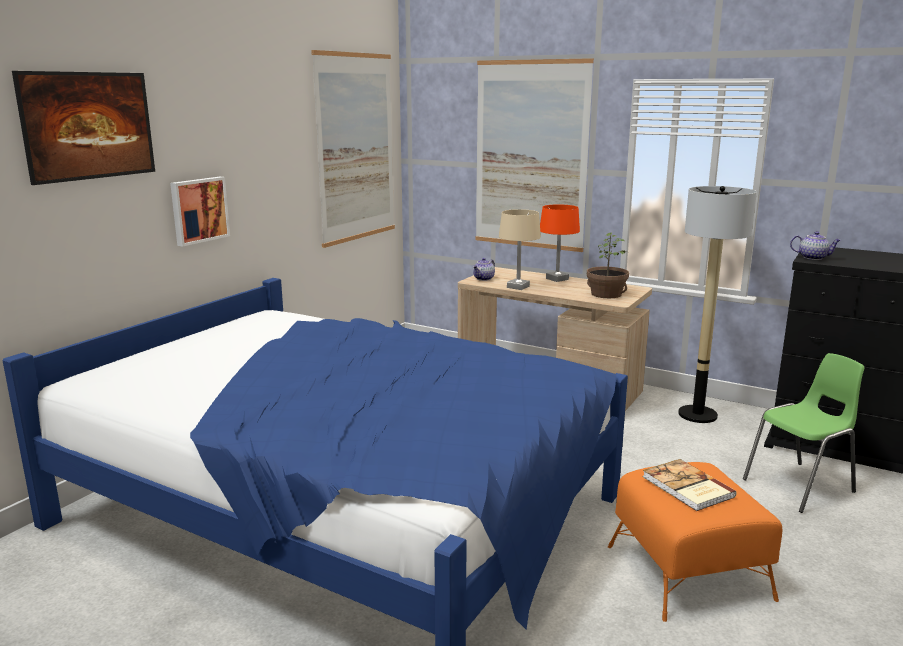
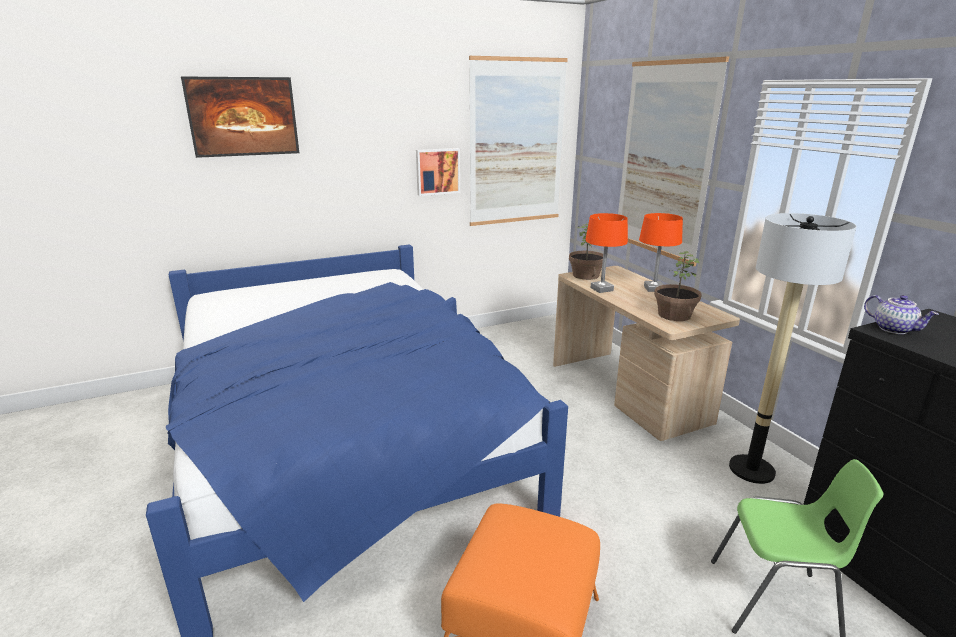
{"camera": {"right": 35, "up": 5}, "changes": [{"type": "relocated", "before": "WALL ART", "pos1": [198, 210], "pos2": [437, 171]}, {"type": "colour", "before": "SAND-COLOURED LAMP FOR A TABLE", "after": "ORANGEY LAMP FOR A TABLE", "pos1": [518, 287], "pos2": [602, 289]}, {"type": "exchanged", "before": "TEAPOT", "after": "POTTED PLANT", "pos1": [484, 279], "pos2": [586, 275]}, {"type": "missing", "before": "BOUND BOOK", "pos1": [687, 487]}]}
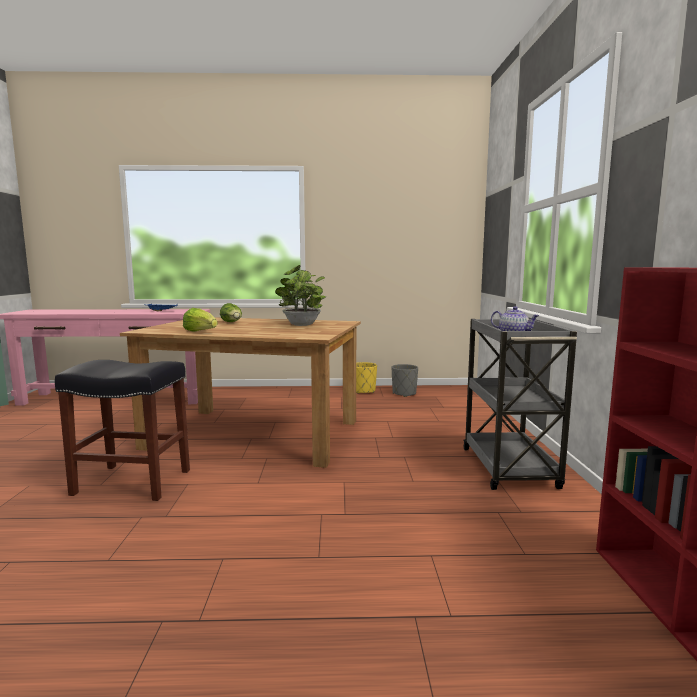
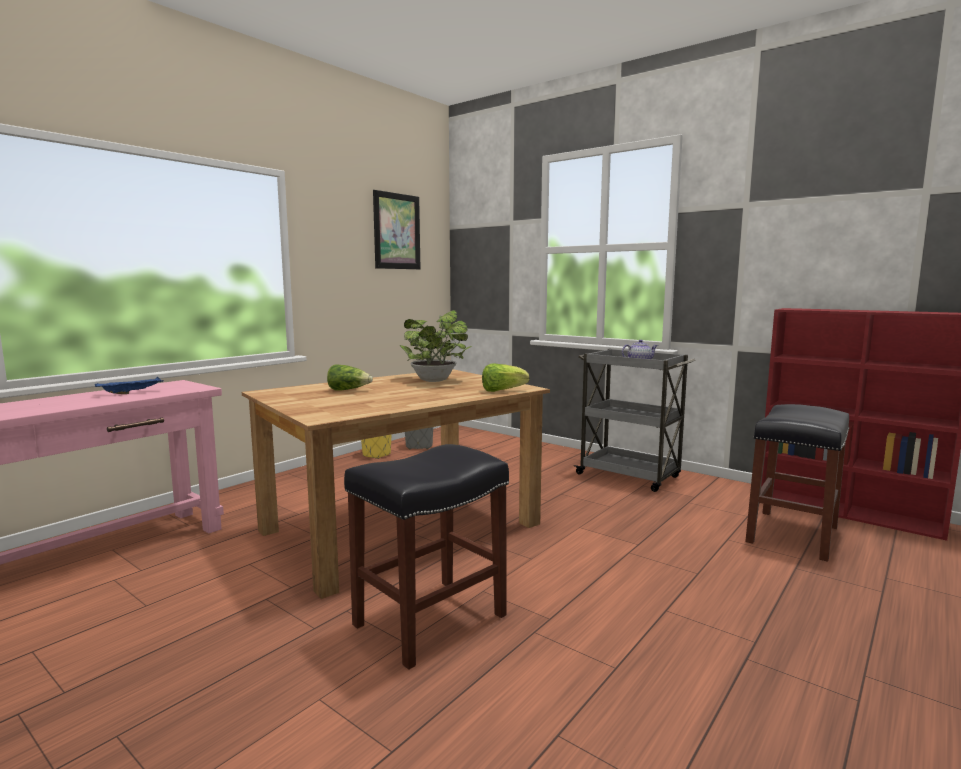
{"camera": {"right": -50, "up": 0}, "changes": [{"type": "relocated", "before": "LETTUCE HEAD", "pos1": [200, 332], "pos2": [502, 391]}, {"type": "appeared", "after": "WALL ART", "pos2": [397, 231]}, {"type": "appeared", "after": "BLACK-COLOURED STOOL SEAT", "pos2": [793, 535]}]}
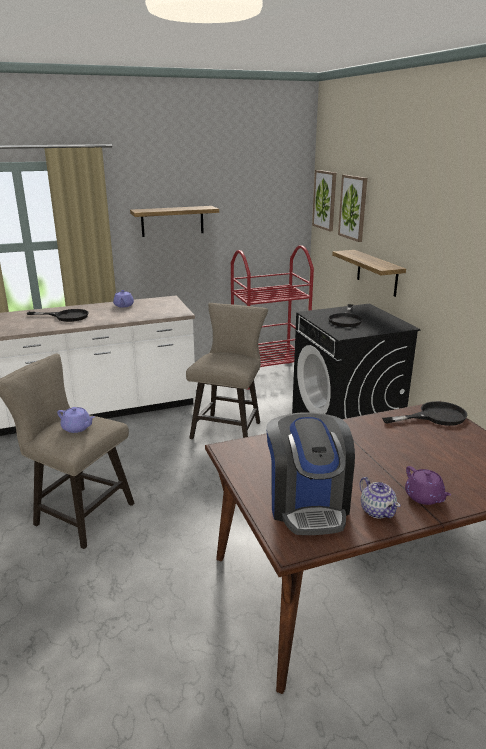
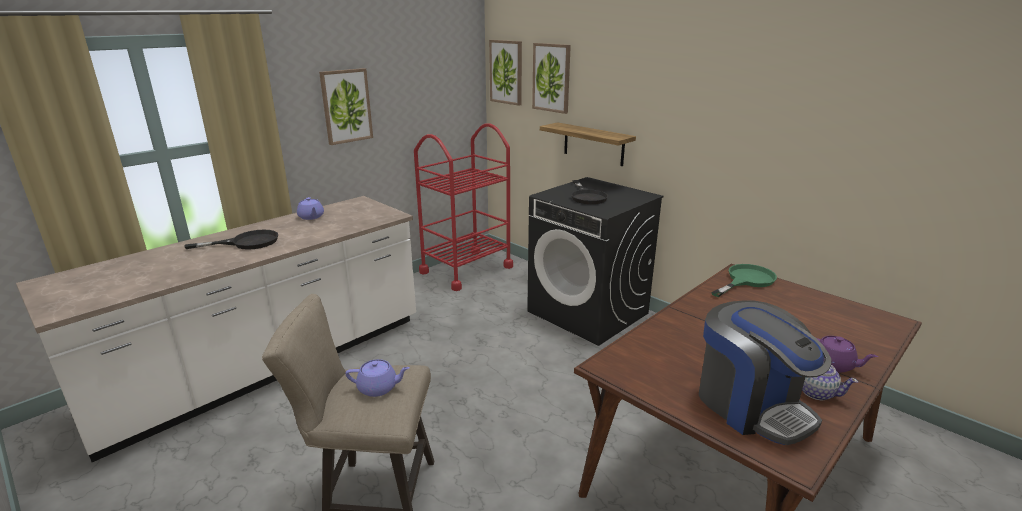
{"camera": {"right": -25, "up": 0}, "changes": [{"type": "exchanged", "before": "SHELF", "after": "WALL ART", "pos1": [172, 221], "pos2": [346, 106]}, {"type": "missing", "before": "SAND-COLOURED STOOL SEAT", "pos1": [229, 428]}, {"type": "colour", "before": "BLACK-COLOURED SKILLET", "after": "GREEN SKILLET", "pos1": [434, 416], "pos2": [746, 280]}]}
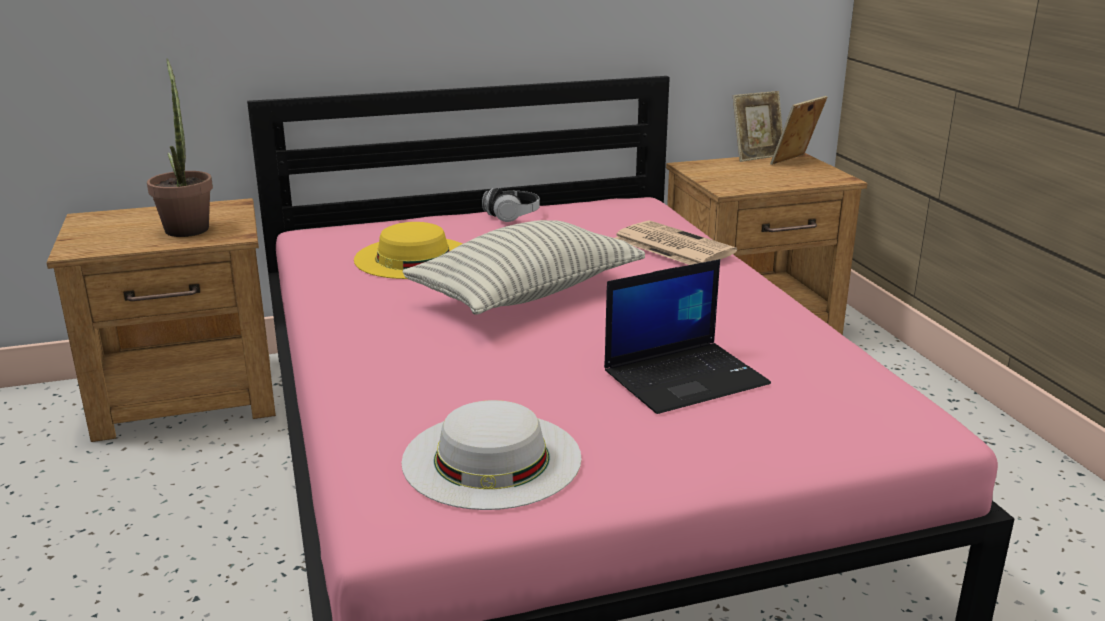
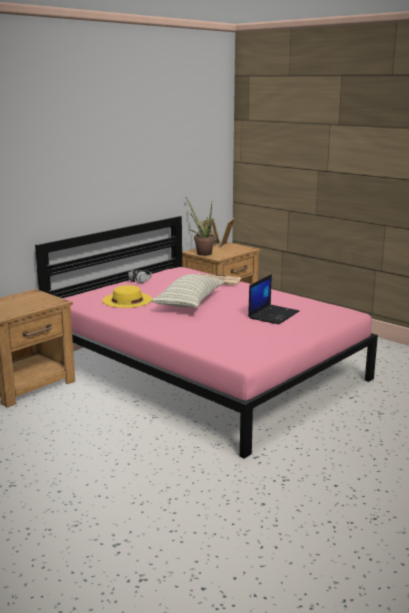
{"camera": {"right": -30, "up": -5}, "changes": [{"type": "relocated", "before": "POTTED PLANT", "pos1": [187, 226], "pos2": [201, 253]}, {"type": "missing", "before": "WHITISH CLOTHING HAT", "pos1": [492, 459]}]}
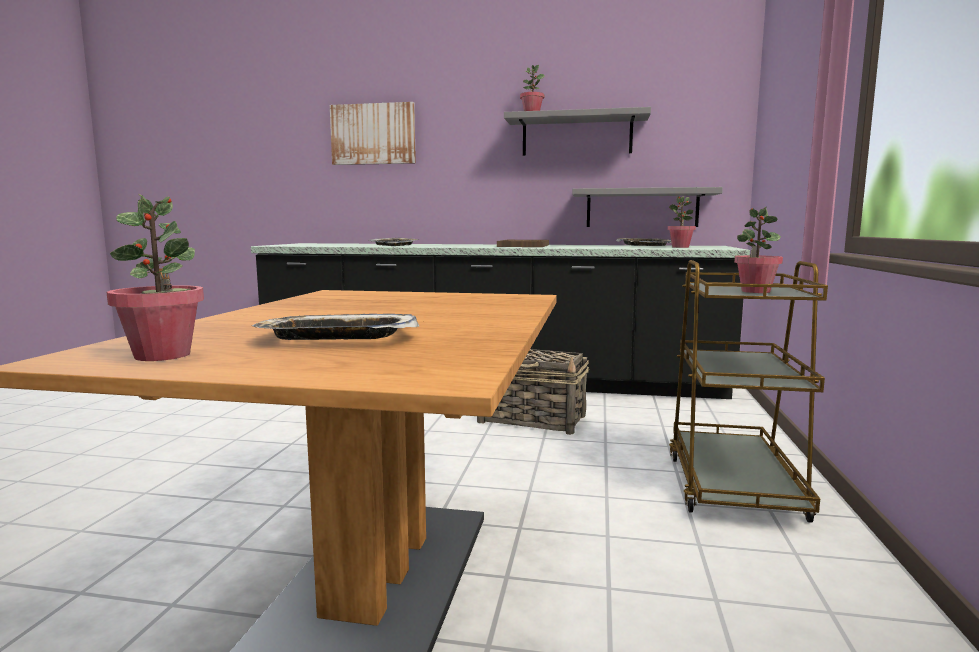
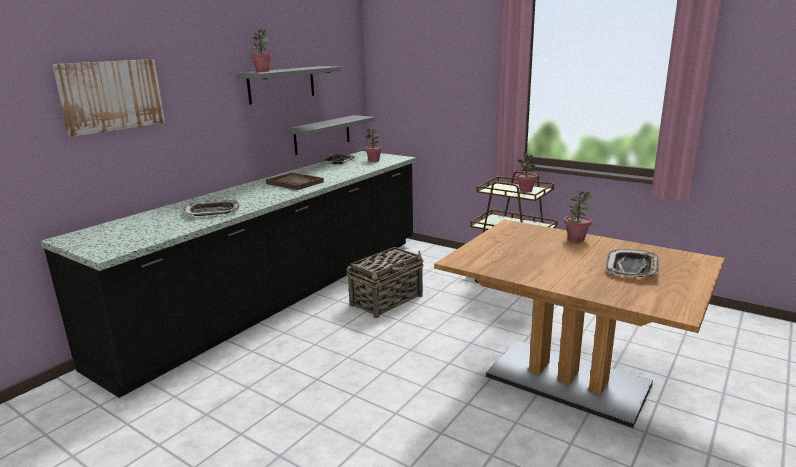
{"camera": {"right": -65, "up": 10}, "changes": [{"type": "relocated", "before": "POTTED PLANT", "pos1": [163, 355], "pos2": [575, 239]}]}
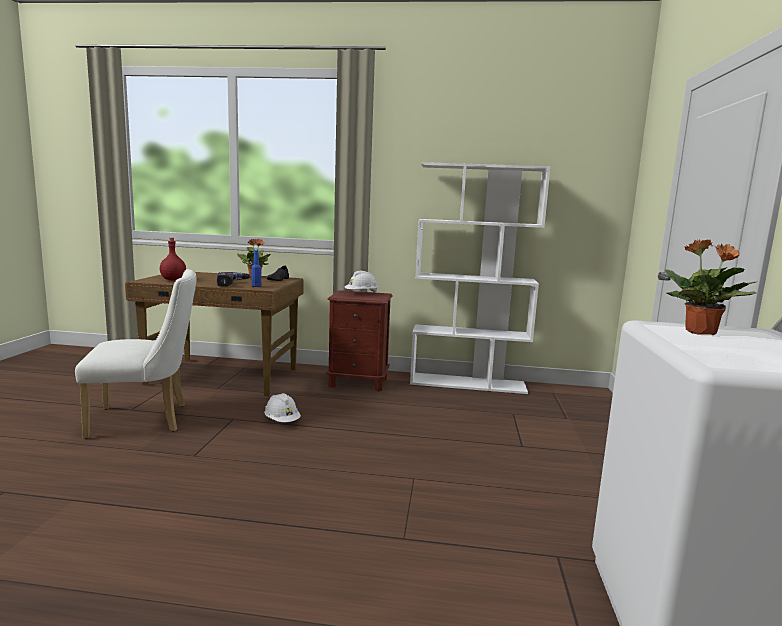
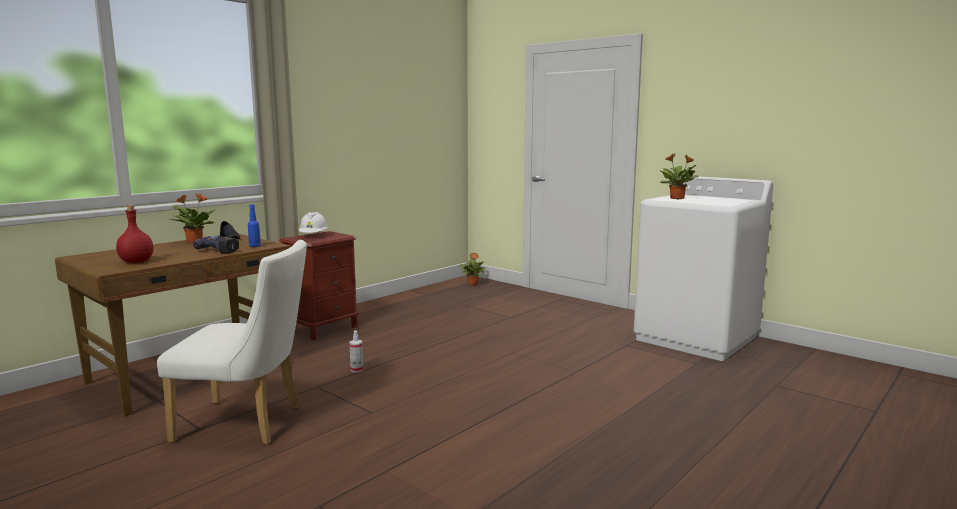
{"camera": {"right": -55, "up": 0}, "changes": [{"type": "missing", "before": "WHITISH BOOKSHELF", "pos1": [468, 383]}, {"type": "spun", "before": "WHITISH CHAIR", "pos1": [147, 420], "pos2": [248, 423], "turn": 75}, {"type": "exchanged", "before": "WHITISH HARD HAT", "after": "SPRAY BOTTLE", "pos1": [282, 421], "pos2": [357, 370]}, {"type": "appeared", "after": "POTTED PLANT", "pos2": [473, 284]}]}
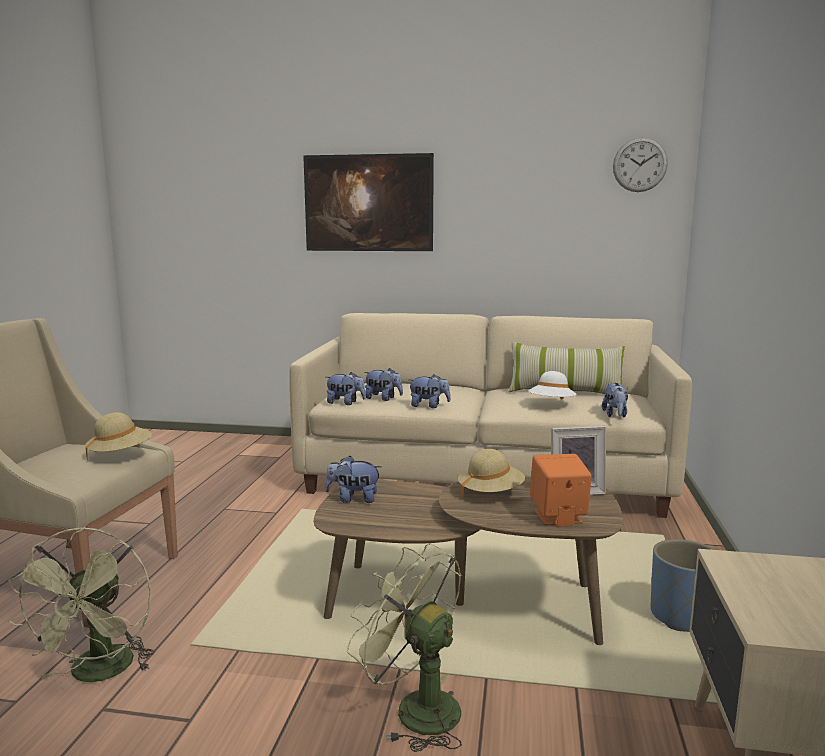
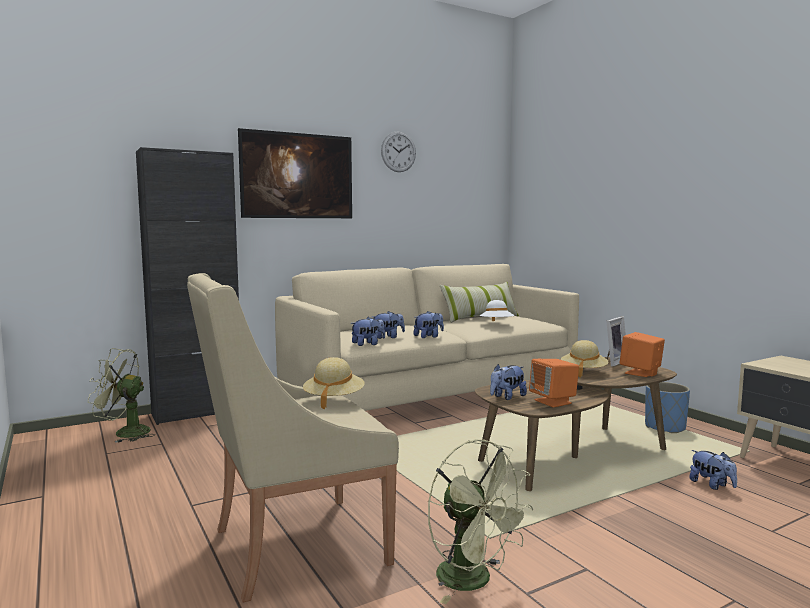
{"camera": {"right": -40, "up": -5}, "changes": [{"type": "relocated", "before": "CLOCK ON THE WALL", "pos1": [640, 164], "pos2": [398, 152]}, {"type": "relocated", "before": "CUDDLY TOY", "pos1": [615, 415], "pos2": [712, 485]}, {"type": "relocated", "before": "GREEN ELECTRIC FAN", "pos1": [415, 708], "pos2": [124, 433]}, {"type": "appeared", "after": "BLACK-COLOURED CABINET", "pos2": [197, 412]}, {"type": "appeared", "after": "ORANGEY AUDIO SPEAKER", "pos2": [553, 402]}]}
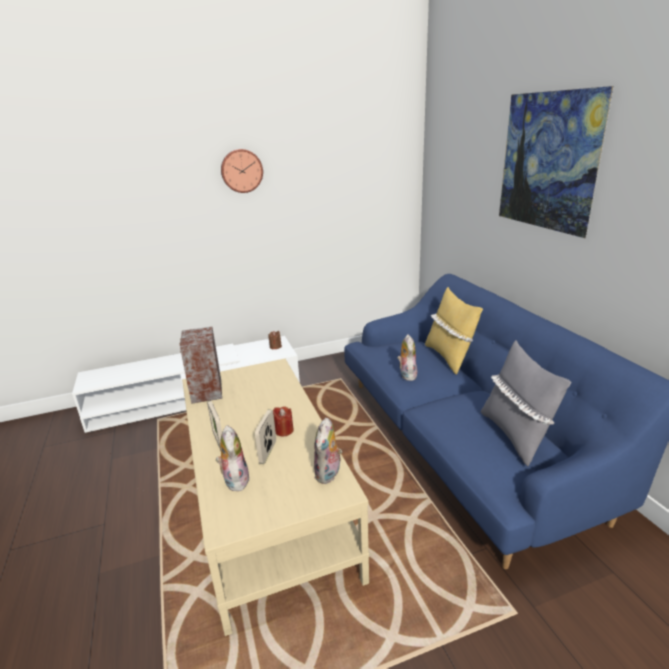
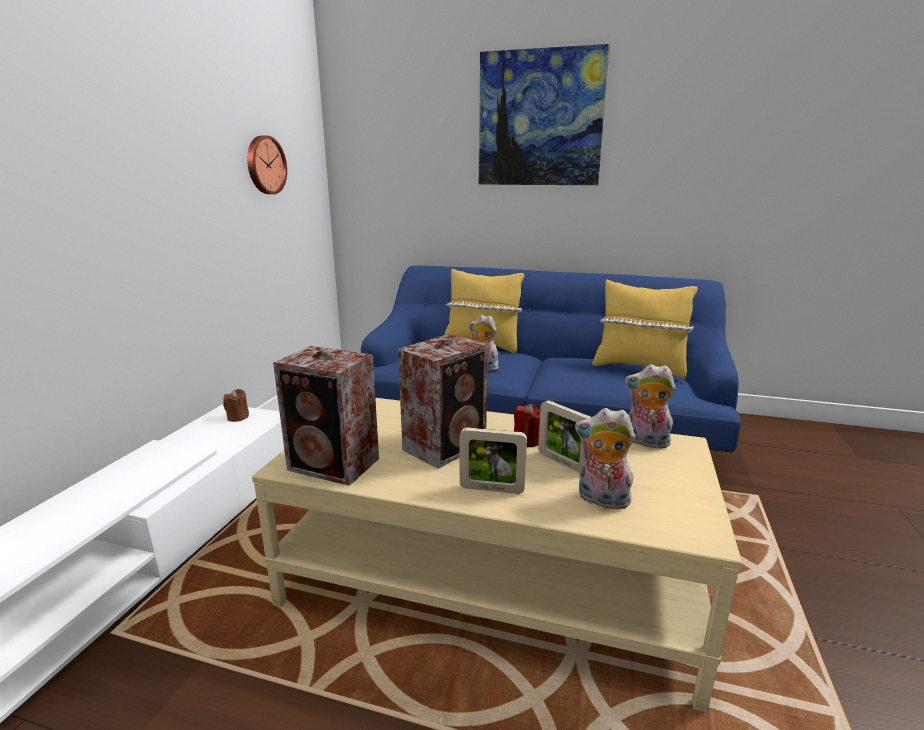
{"camera": {"right": -55, "up": -5}, "changes": [{"type": "relocated", "before": "CLOCK ON THE WALL", "pos1": [241, 171], "pos2": [265, 165]}, {"type": "colour", "before": "GRAY CUSHION", "after": "YELLOW-COLOURED CUSHION", "pos1": [515, 435], "pos2": [639, 367]}, {"type": "spun", "before": "CUDDLY TOY", "pos1": [329, 474], "pos2": [645, 442], "turn": 150}, {"type": "appeared", "after": "AUDIO SPEAKER", "pos2": [447, 446]}]}
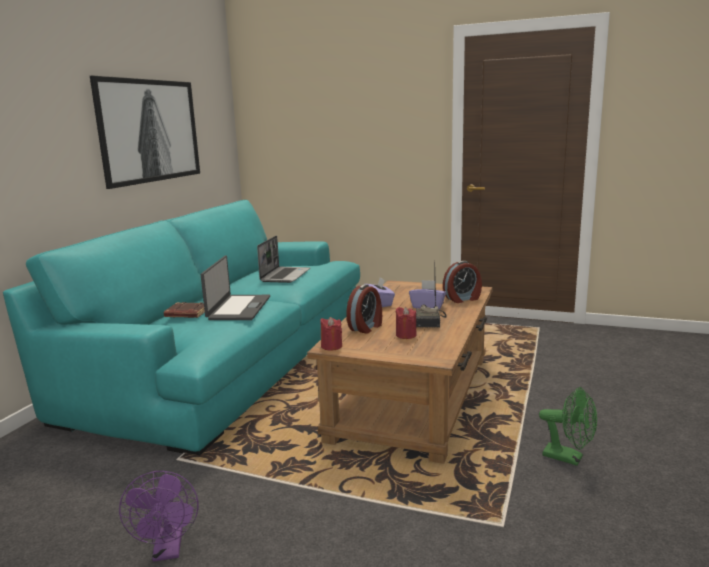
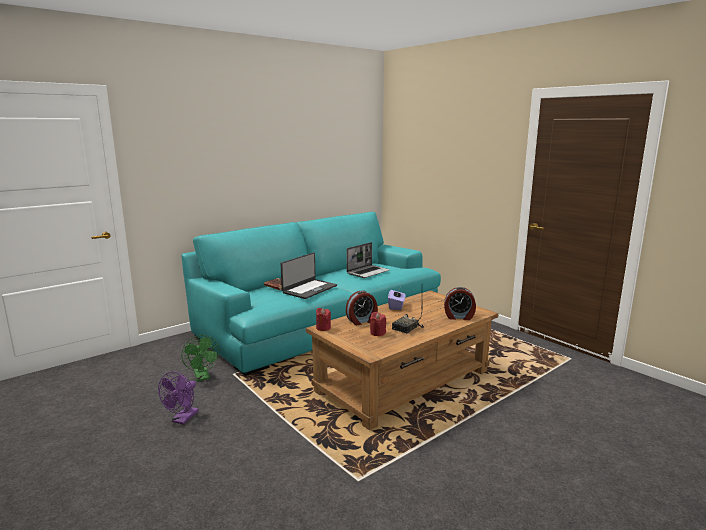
{"camera": {"right": 30, "up": 0}, "changes": [{"type": "missing", "before": "WALL ART", "pos1": [150, 131]}, {"type": "missing", "before": "PURPLE BOX OF TISSUES", "pos1": [427, 306]}, {"type": "relocated", "before": "GREEN ELECTRIC FAN", "pos1": [569, 458], "pos2": [203, 377]}]}
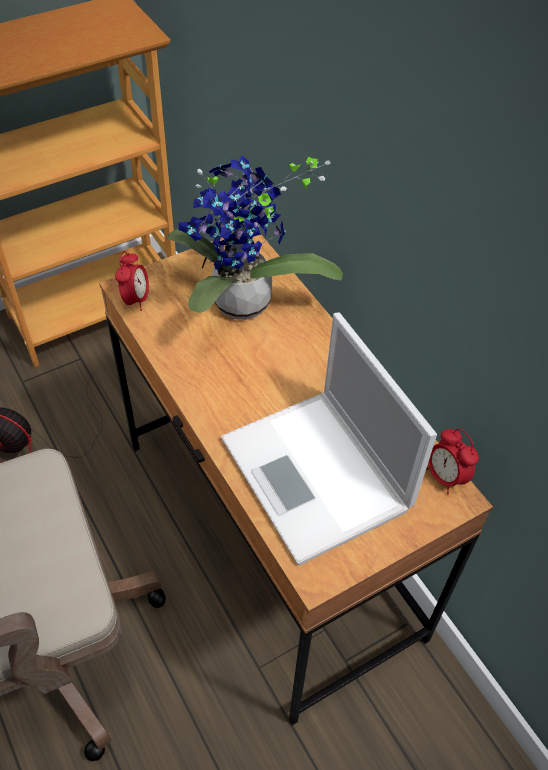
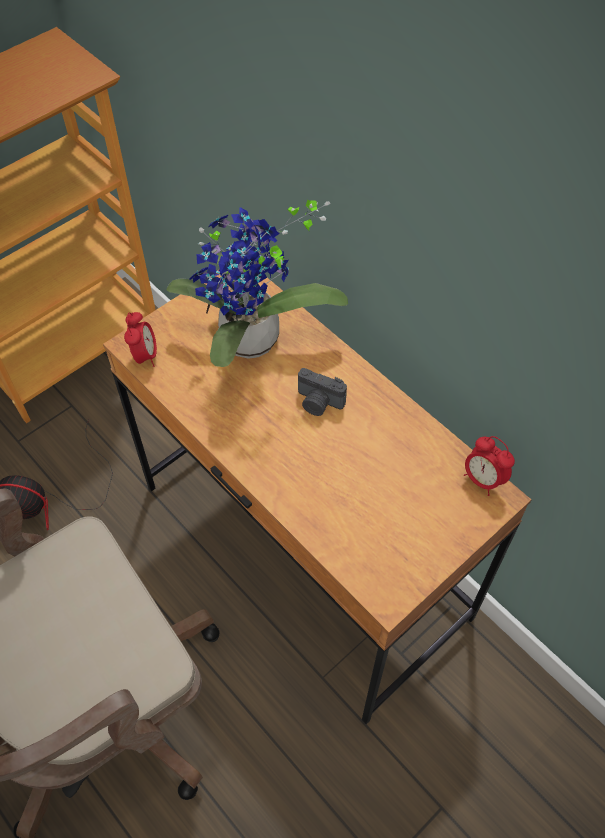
{"camera": {"right": -10, "up": 5}, "changes": [{"type": "missing", "before": "PORTABLE COMPUTER", "pos1": [317, 476]}, {"type": "appeared", "after": "STILL CAMERA", "pos2": [318, 403]}]}
